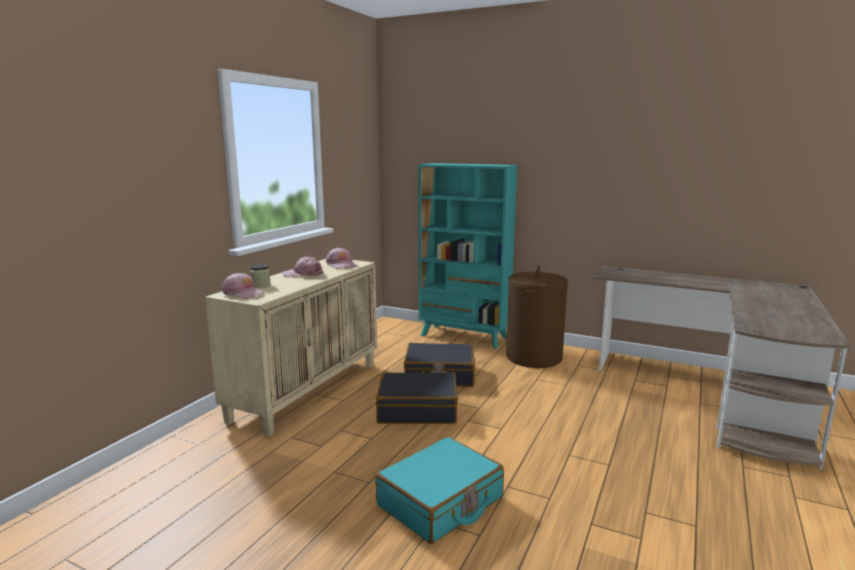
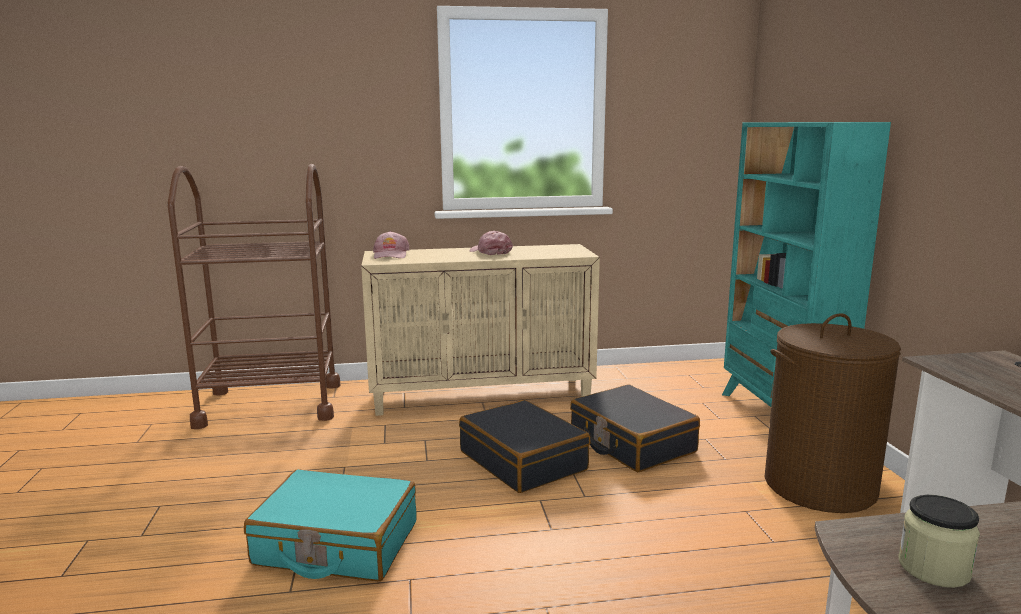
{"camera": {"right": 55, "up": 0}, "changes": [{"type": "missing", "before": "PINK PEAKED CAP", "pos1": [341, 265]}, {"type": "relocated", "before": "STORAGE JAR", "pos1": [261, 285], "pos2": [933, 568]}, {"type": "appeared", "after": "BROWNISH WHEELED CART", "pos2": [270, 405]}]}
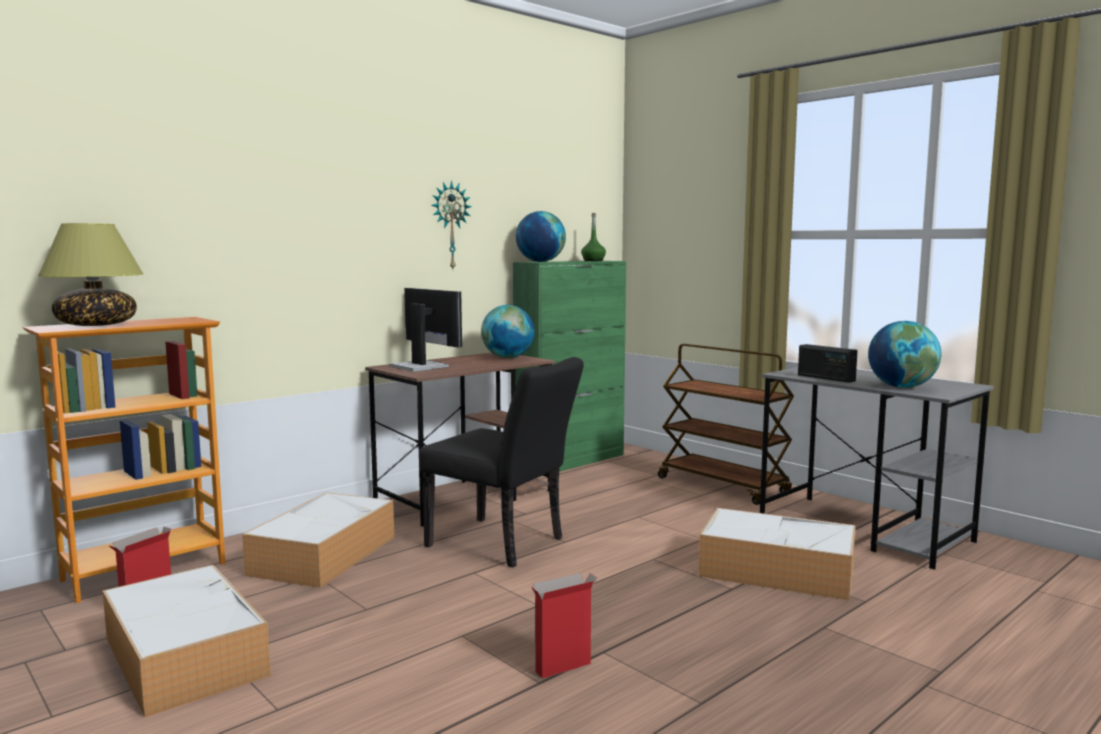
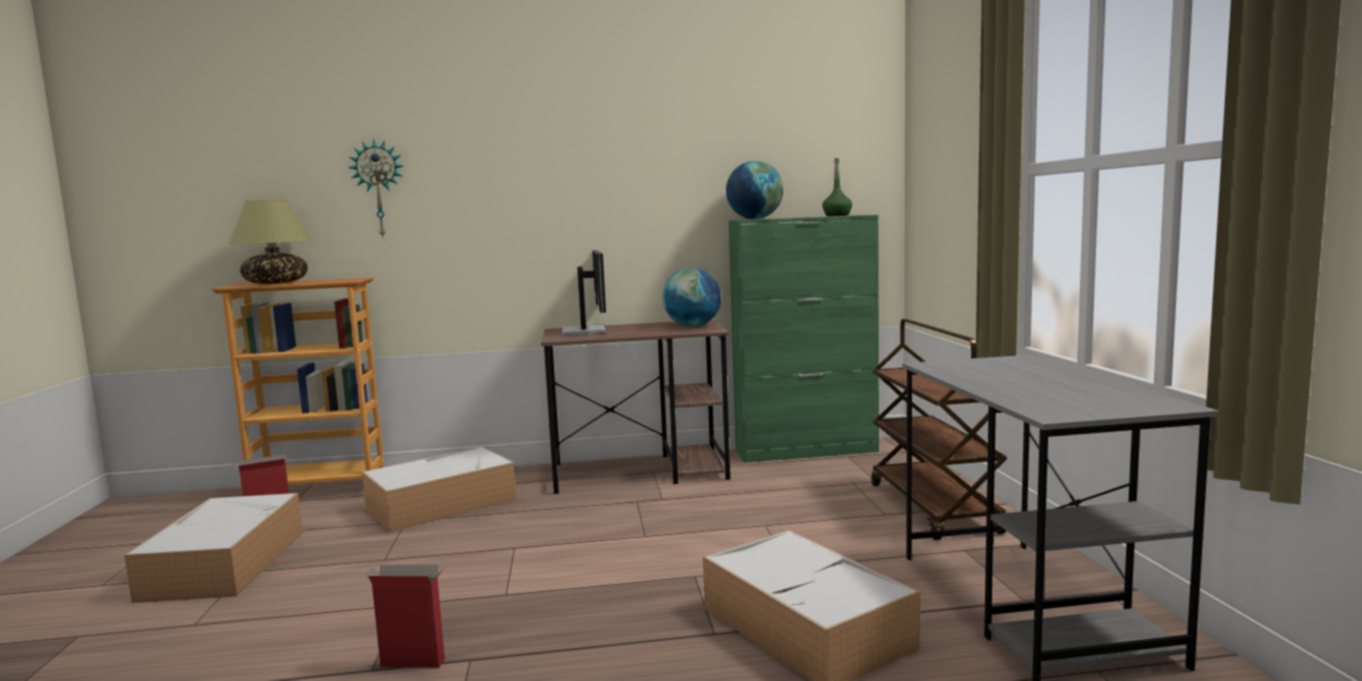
{"camera": {"right": 35, "up": 0}, "changes": [{"type": "relocated", "before": "CLOCK ON THE WALL", "pos1": [449, 226], "pos2": [379, 189]}, {"type": "missing", "before": "WORLD GLOBE", "pos1": [901, 387]}, {"type": "missing", "before": "RADIO RECEIVER", "pos1": [825, 378]}, {"type": "missing", "before": "BLACK-COLOURED CHAIR", "pos1": [503, 544]}]}
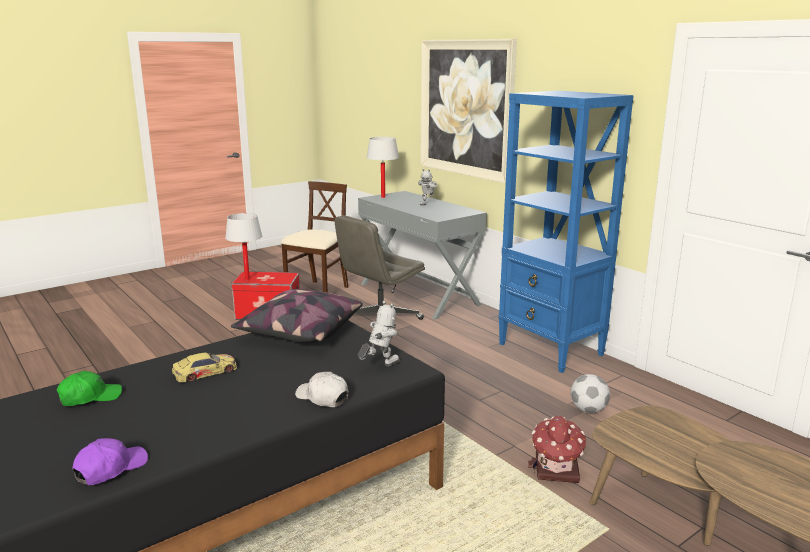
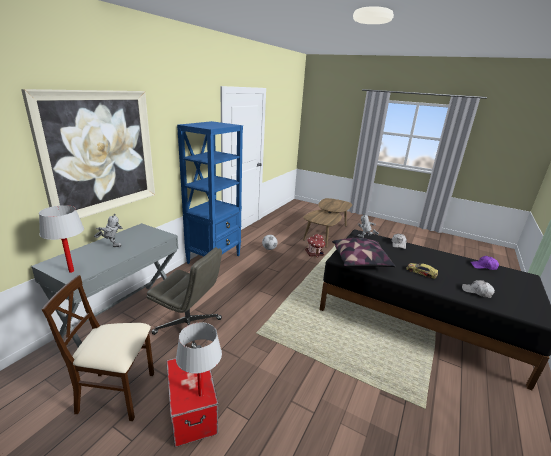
{"camera": {"right": -115, "up": 5}, "changes": [{"type": "colour", "before": "GREEN PEAKED CAP", "after": "WHITISH PEAKED CAP", "pos1": [90, 397], "pos2": [477, 292]}]}
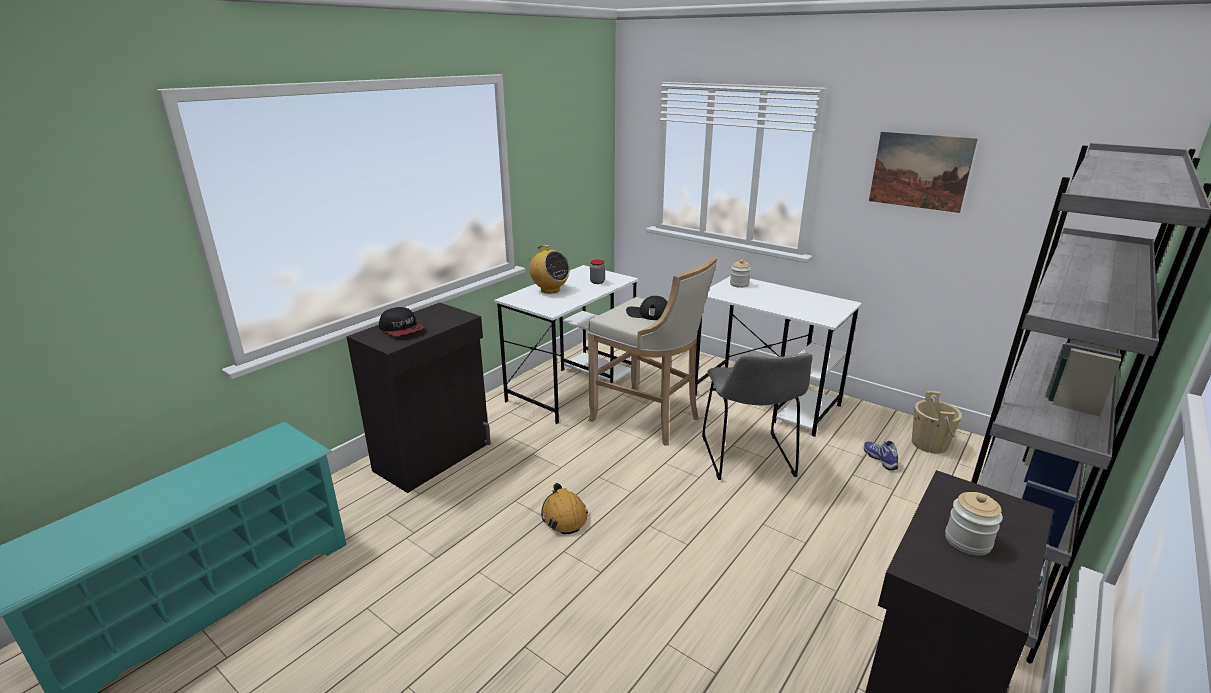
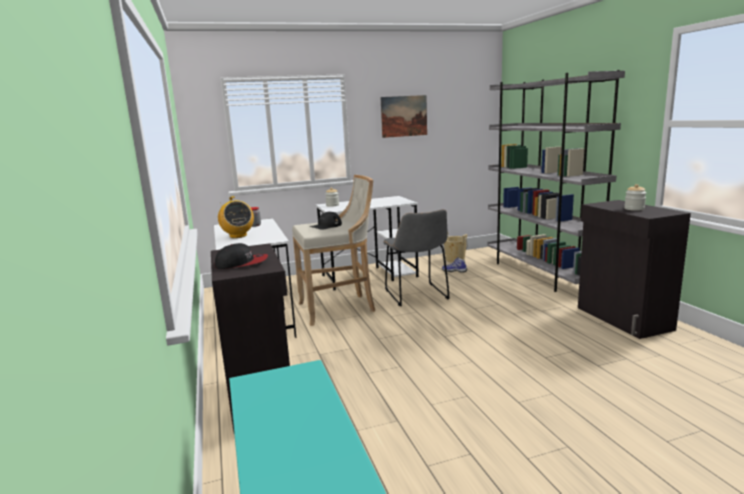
{"camera": {"right": -55, "up": -10}, "changes": [{"type": "spun", "before": "RADIO RECEIVER", "pos1": [550, 290], "pos2": [238, 236], "turn": 75}, {"type": "spun", "before": "GRAY CHAIR", "pos1": [748, 459], "pos2": [417, 296], "turn": 45}, {"type": "missing", "before": "ORANGEY HARD HAT", "pos1": [564, 516]}]}
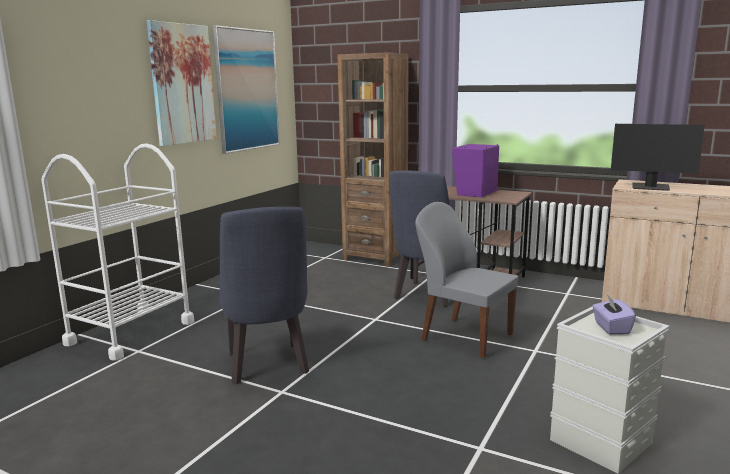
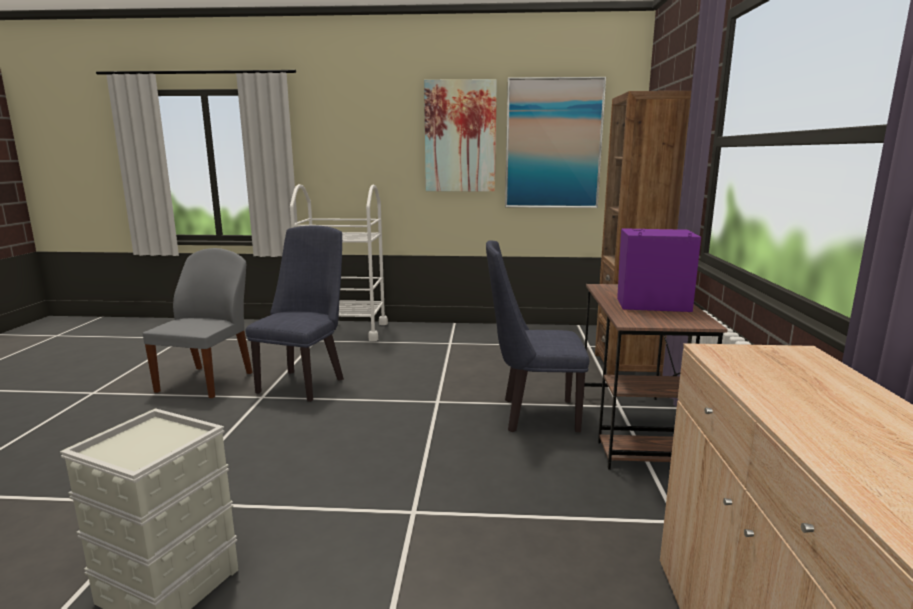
{"camera": {"right": 65, "up": 0}, "changes": [{"type": "missing", "before": "COMPUTER SCREEN", "pos1": [650, 187]}, {"type": "relocated", "before": "GRAY CHAIR", "pos1": [464, 336], "pos2": [207, 381]}, {"type": "spun", "before": "BLUISH CHAIR", "pos1": [268, 367], "pos2": [304, 382], "turn": 150}, {"type": "missing", "before": "PURPLE BOX OF TISSUES", "pos1": [611, 328]}]}
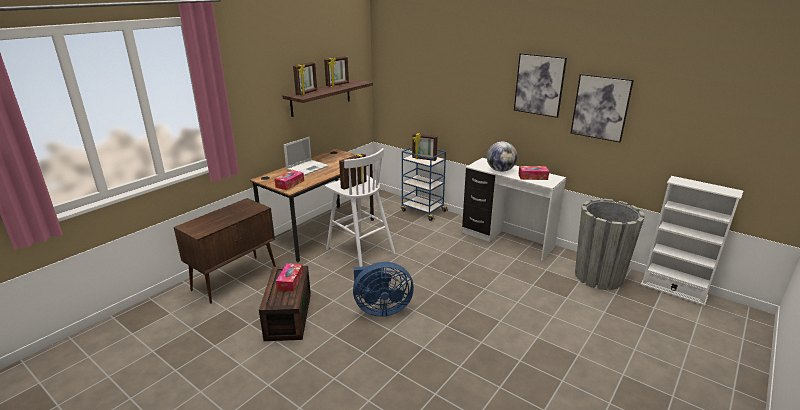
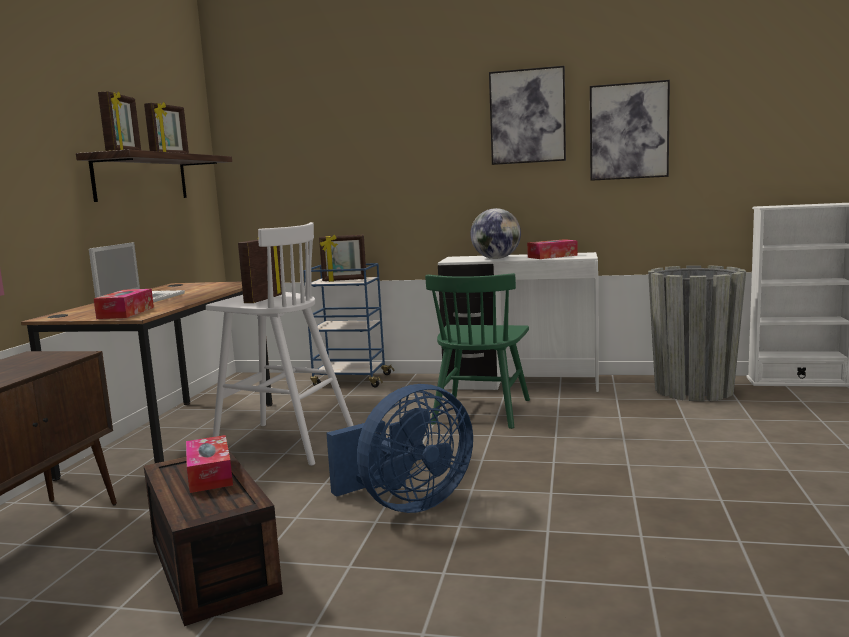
{"camera": {"right": -25, "up": -15}, "changes": [{"type": "appeared", "after": "GREEN CHAIR", "pos2": [481, 411]}]}
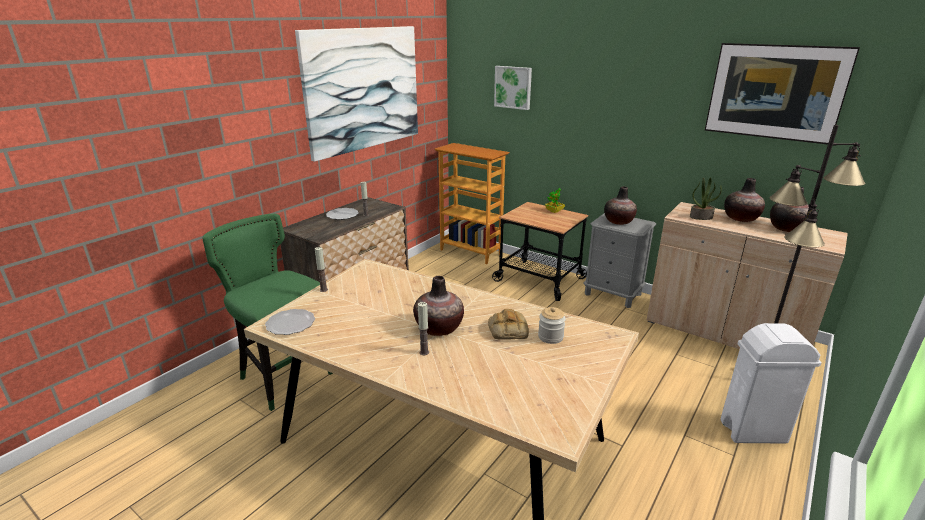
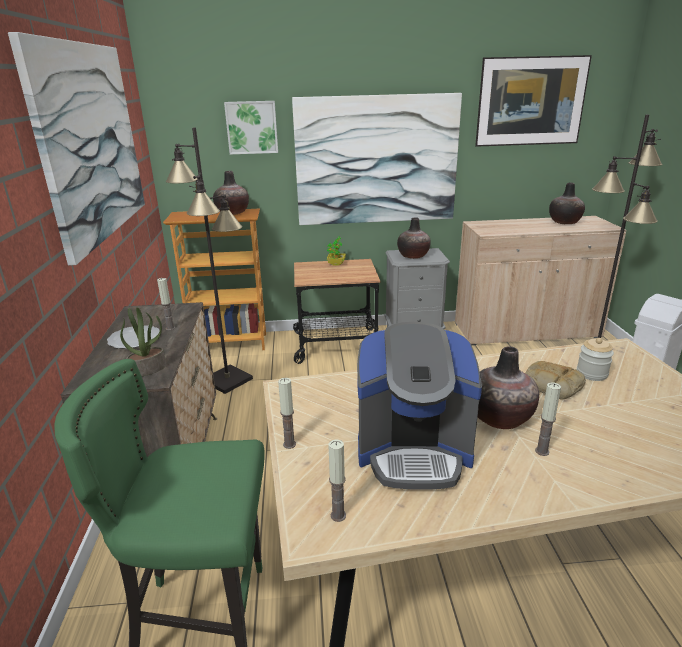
{"camera": {"right": -40, "up": 0}, "changes": [{"type": "relocated", "before": "POTTED PLANT", "pos1": [701, 217], "pos2": [148, 369]}, {"type": "relocated", "before": "FLOWER VASE", "pos1": [741, 218], "pos2": [232, 212]}, {"type": "exchanged", "before": "DINNER PLATE", "after": "CANDLE", "pos1": [290, 324], "pos2": [338, 515]}, {"type": "appeared", "after": "WALL ART", "pos2": [376, 160]}, {"type": "appeared", "after": "BLACK-COLOURED FLOOR LAMP", "pos2": [227, 379]}, {"type": "appeared", "after": "COFFEE MACHINE", "pos2": [413, 451]}]}
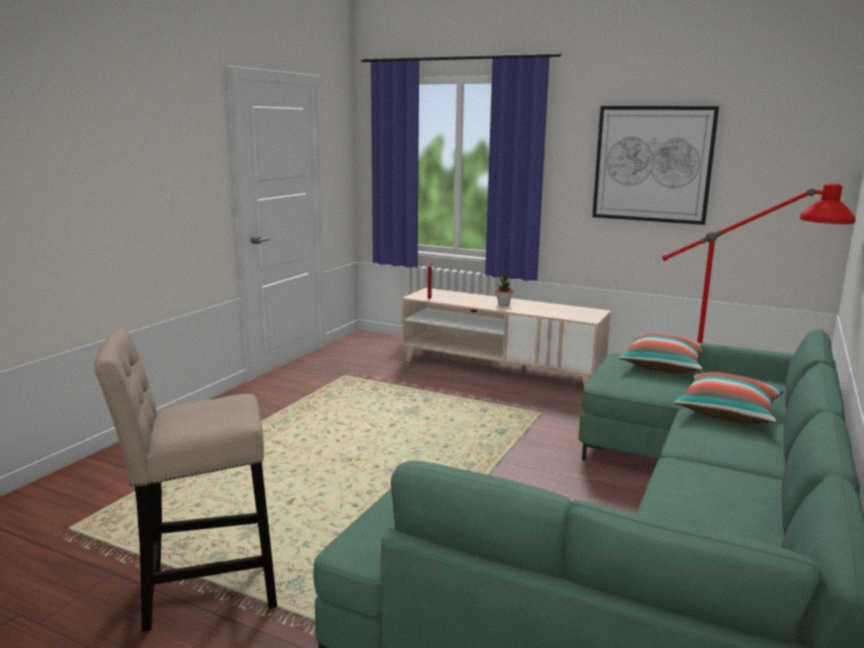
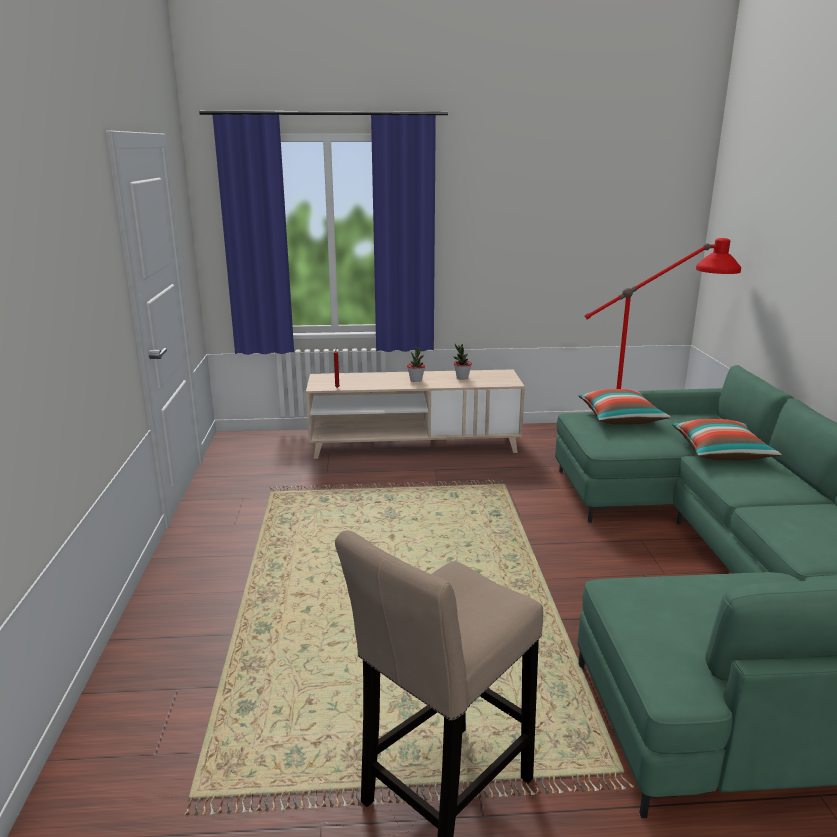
{"camera": {"right": -30, "up": 5}, "changes": [{"type": "missing", "before": "WALL ART", "pos1": [652, 164]}, {"type": "appeared", "after": "POTTED PLANT", "pos2": [462, 378]}]}
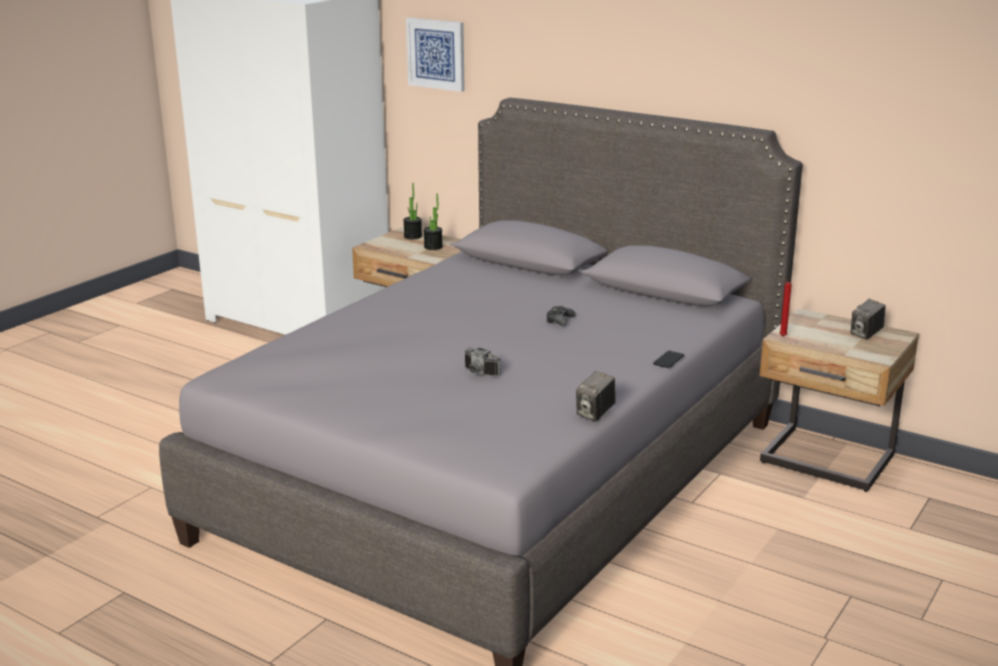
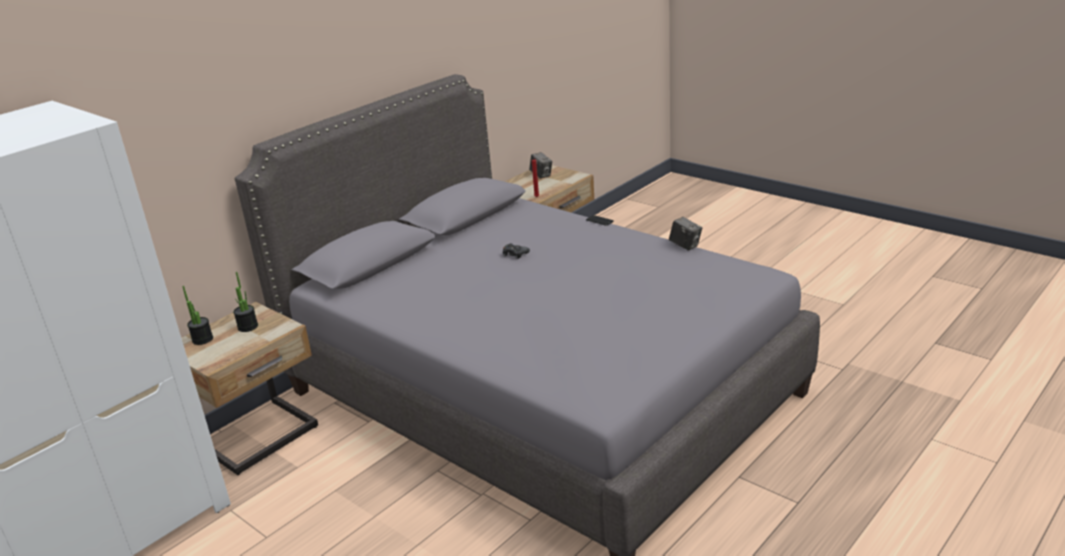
{"camera": {"right": -80, "up": 5}, "changes": [{"type": "missing", "before": "WALL ART", "pos1": [436, 54]}, {"type": "missing", "before": "STILL CAMERA", "pos1": [479, 373]}]}
